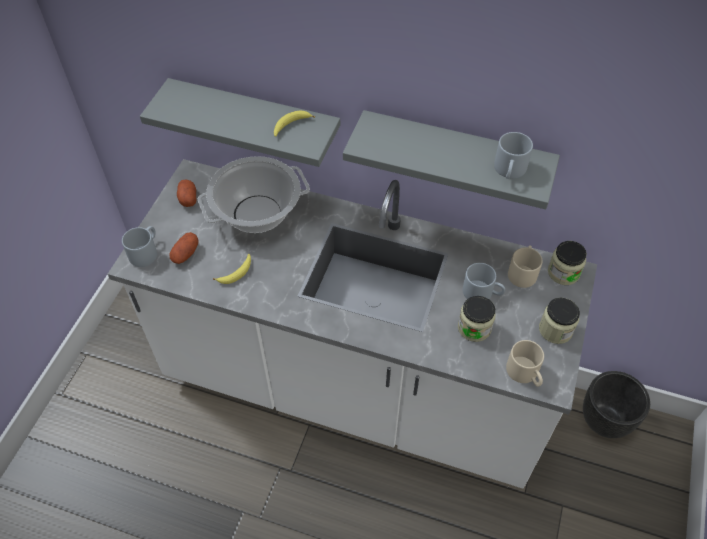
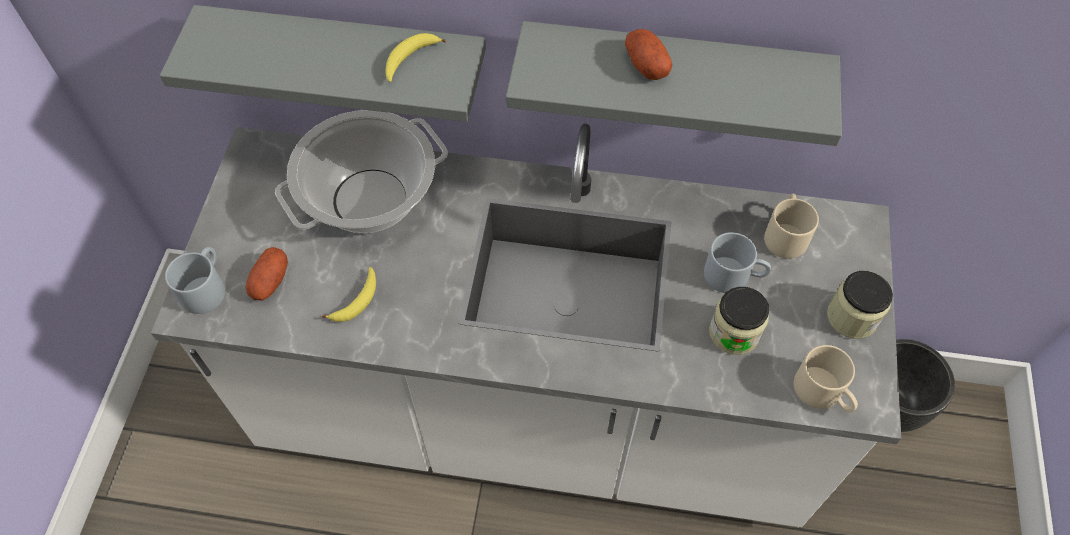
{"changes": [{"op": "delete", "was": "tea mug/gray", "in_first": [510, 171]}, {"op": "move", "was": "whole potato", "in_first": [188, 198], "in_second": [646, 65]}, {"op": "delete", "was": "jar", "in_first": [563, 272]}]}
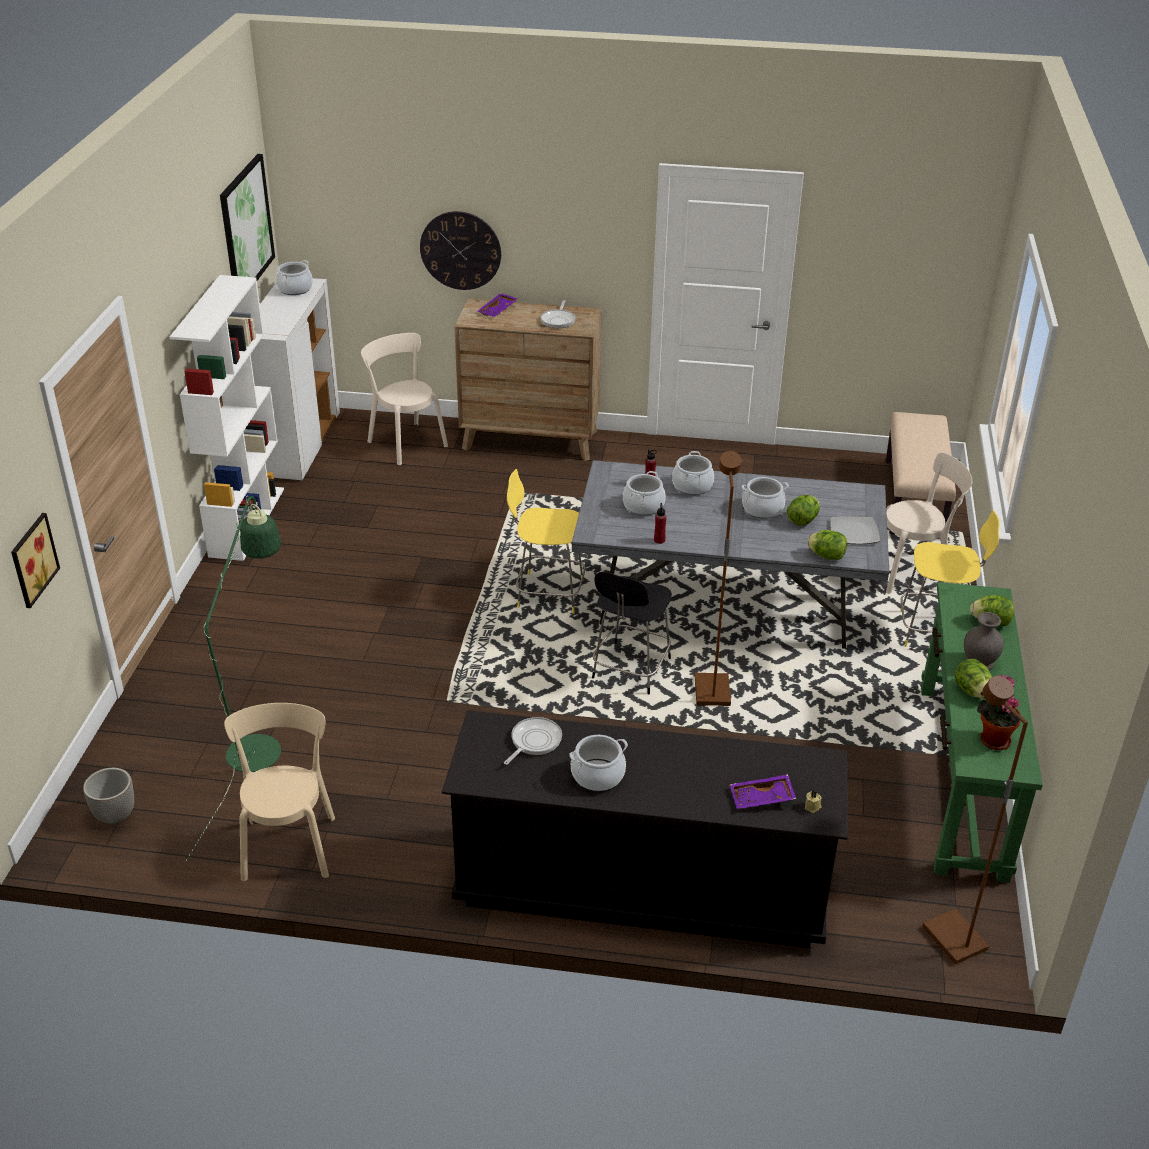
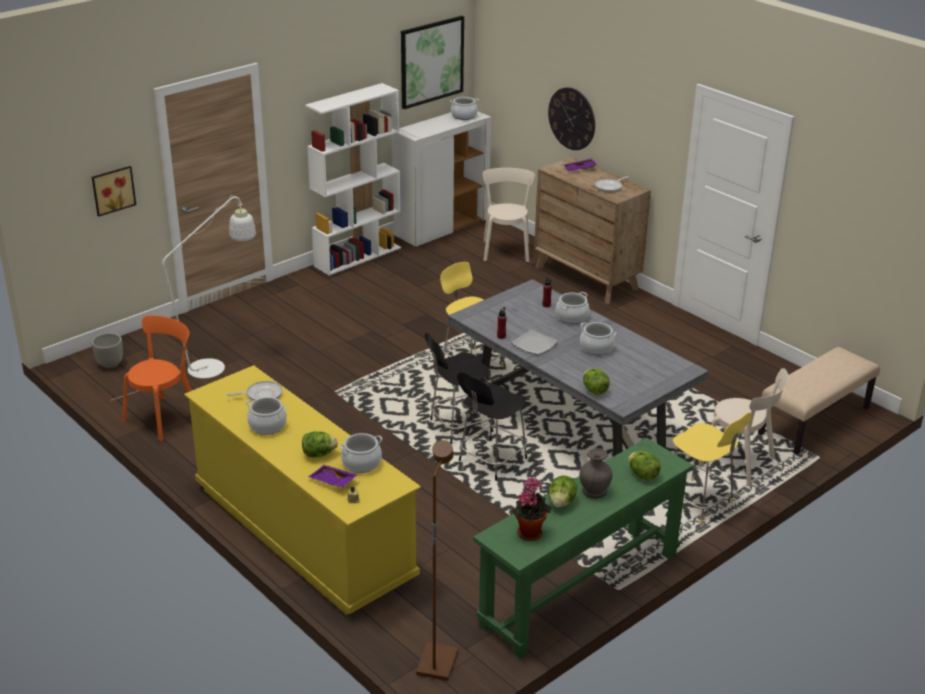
{"changes": [{"op": "replace", "was": "standing lamp/brown-coloured", "now": "stool seat/black-coloured", "in_first": [710, 691], "in_second": [491, 461]}, {"op": "move", "was": "cooking pot", "in_first": [643, 506], "in_second": [361, 463]}, {"op": "move", "was": "lettuce", "in_first": [802, 520], "in_second": [318, 454]}, {"op": "recolor", "was": "standing lamp/green", "now": "standing lamp/white", "in_first": [259, 743], "in_second": [215, 365]}, {"op": "move", "was": "plate", "in_first": [854, 532], "in_second": [535, 344]}, {"op": "recolor", "was": "upright chair/beige-coloured", "now": "upright chair/orange-coloured", "in_first": [289, 844], "in_second": [165, 417]}, {"op": "recolor", "was": "drawer chest/black-coloured", "now": "drawer chest/yellowish", "in_first": [641, 884], "in_second": [303, 532]}]}
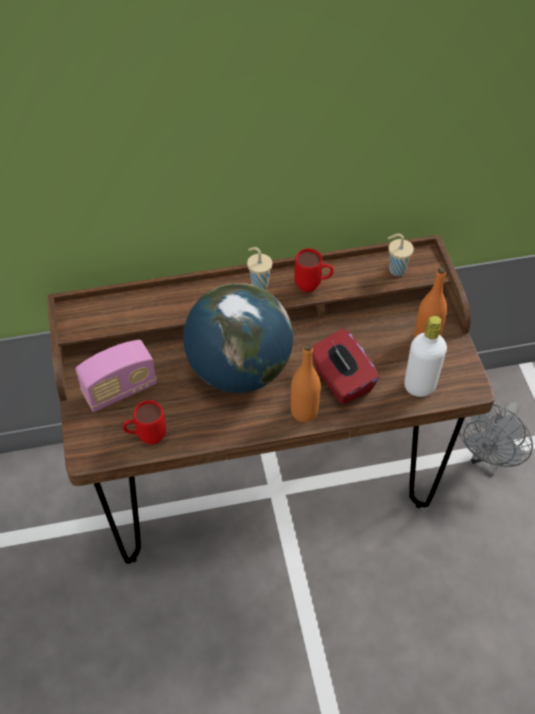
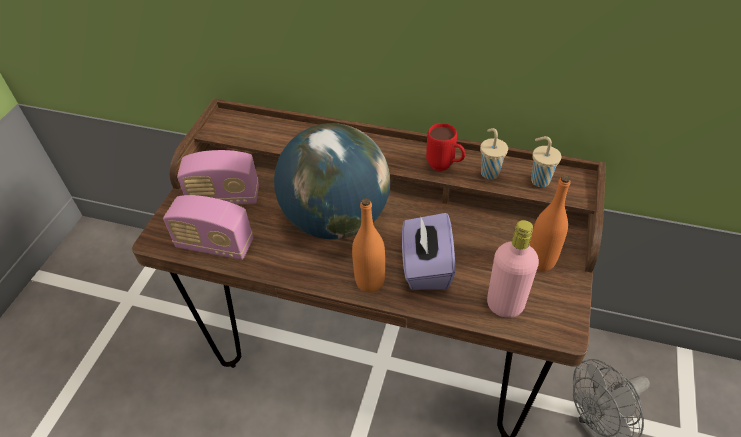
{"changes": [{"op": "move", "was": "small cup/beige-coloured", "in_first": [259, 284], "in_second": [489, 172]}, {"op": "recolor", "was": "bottle/white", "now": "bottle/pinkish", "in_first": [419, 386], "in_second": [505, 305]}, {"op": "recolor", "was": "tissue box/reddish", "now": "tissue box/purple", "in_first": [341, 380], "in_second": [426, 266]}, {"op": "replace", "was": "tea mug/reddish", "now": "radio receiver", "in_first": [146, 437], "in_second": [215, 245]}]}
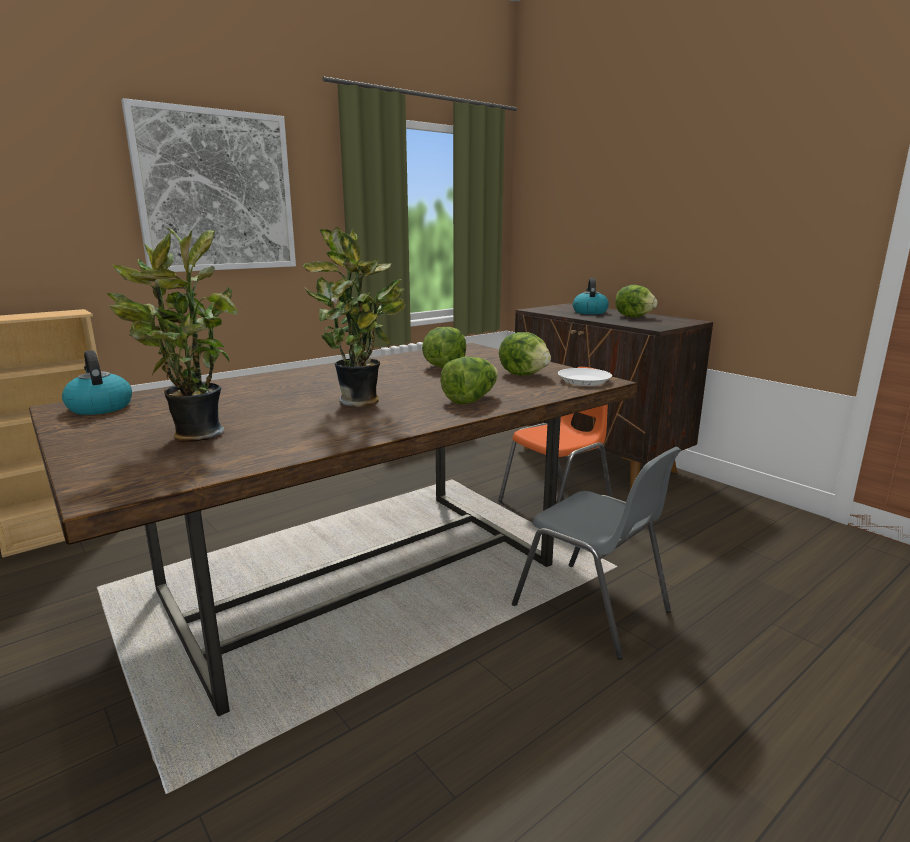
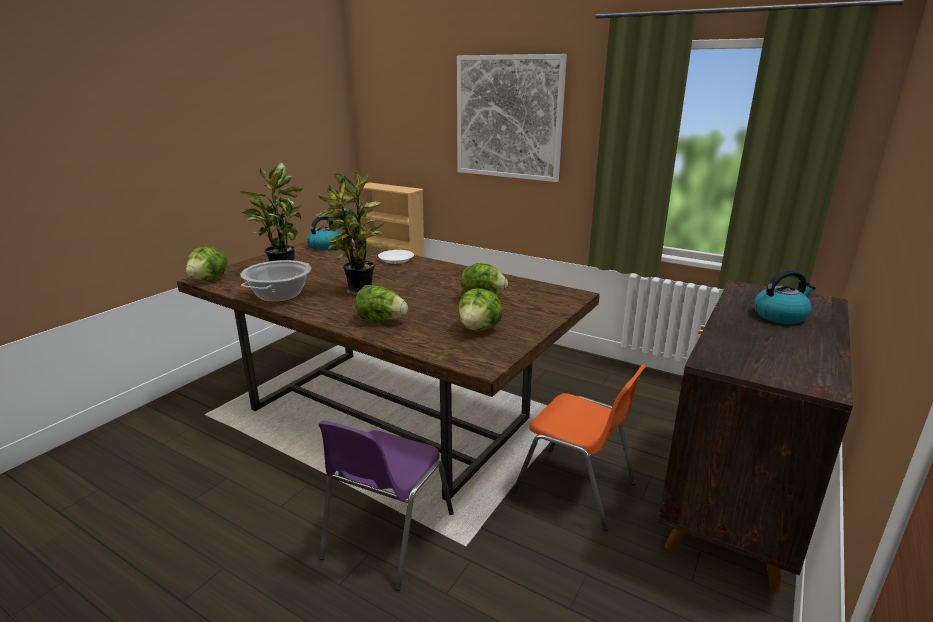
{"changes": [{"op": "move", "was": "lettuce", "in_first": [634, 317], "in_second": [210, 280]}, {"op": "move", "was": "plate/white", "in_first": [584, 381], "in_second": [396, 259]}, {"op": "recolor", "was": "upright chair/gray", "now": "upright chair/purple", "in_first": [593, 609], "in_second": [386, 536]}, {"op": "insert", "now": "cooking pot", "in_second": [279, 295]}]}
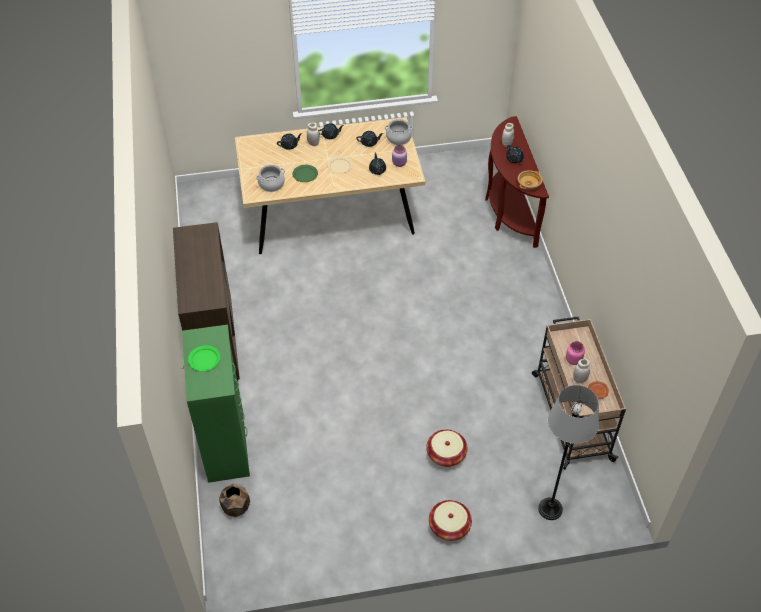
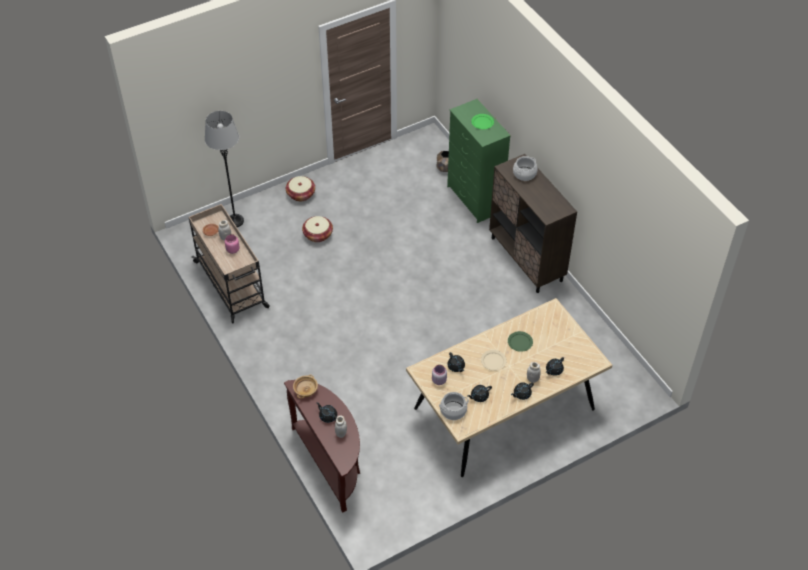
{"changes": [{"op": "move", "was": "cooking pot", "in_first": [271, 184], "in_second": [524, 173]}]}
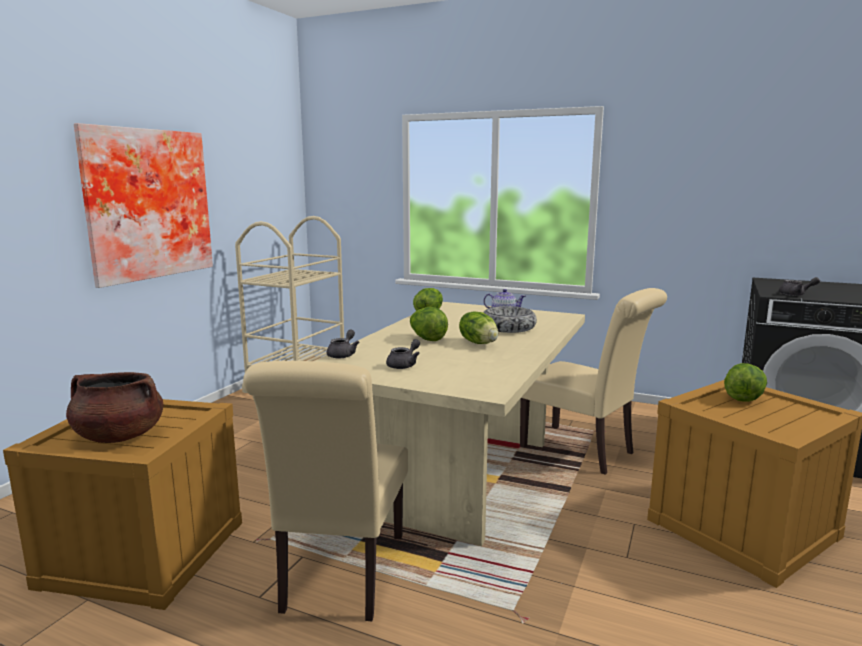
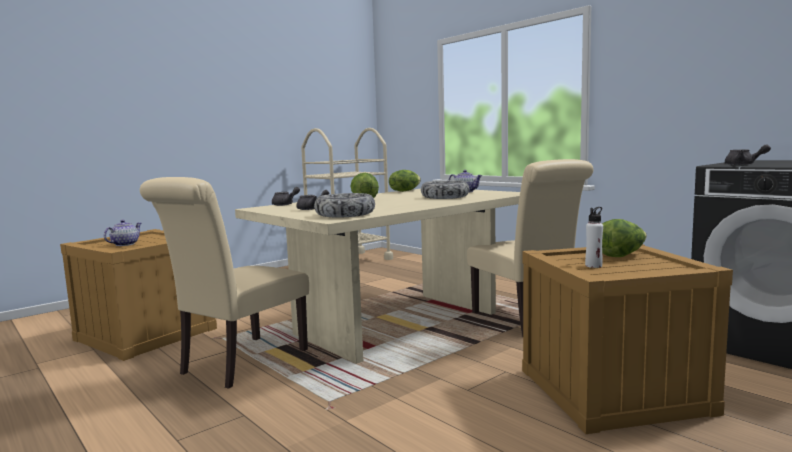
{"changes": [{"op": "delete", "was": "wall picture", "in_first": [146, 204]}, {"op": "delete", "was": "lettuce", "in_first": [479, 343]}, {"op": "replace", "was": "cooking pot/brown-coloured", "now": "teapot", "in_first": [119, 436], "in_second": [124, 244]}, {"op": "insert", "now": "serving bowl", "in_second": [345, 214]}, {"op": "insert", "now": "bottle/white", "in_second": [593, 266]}]}
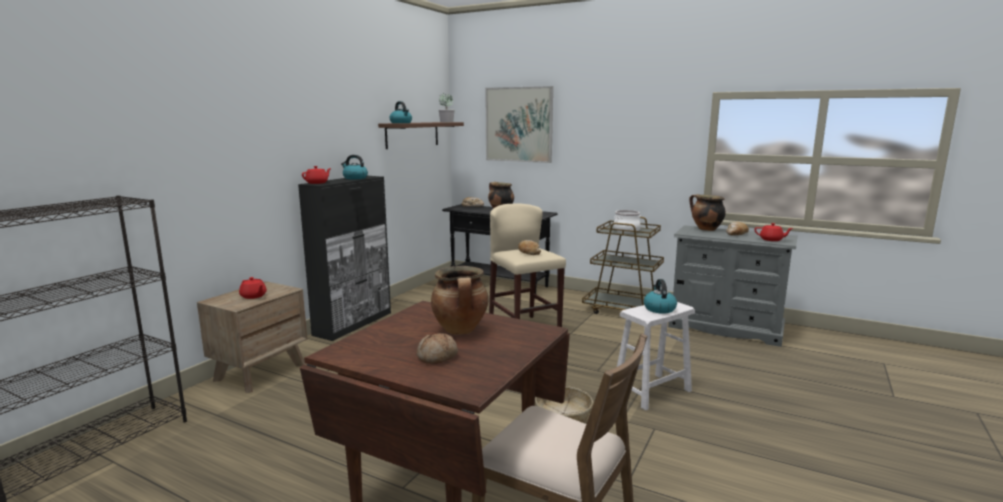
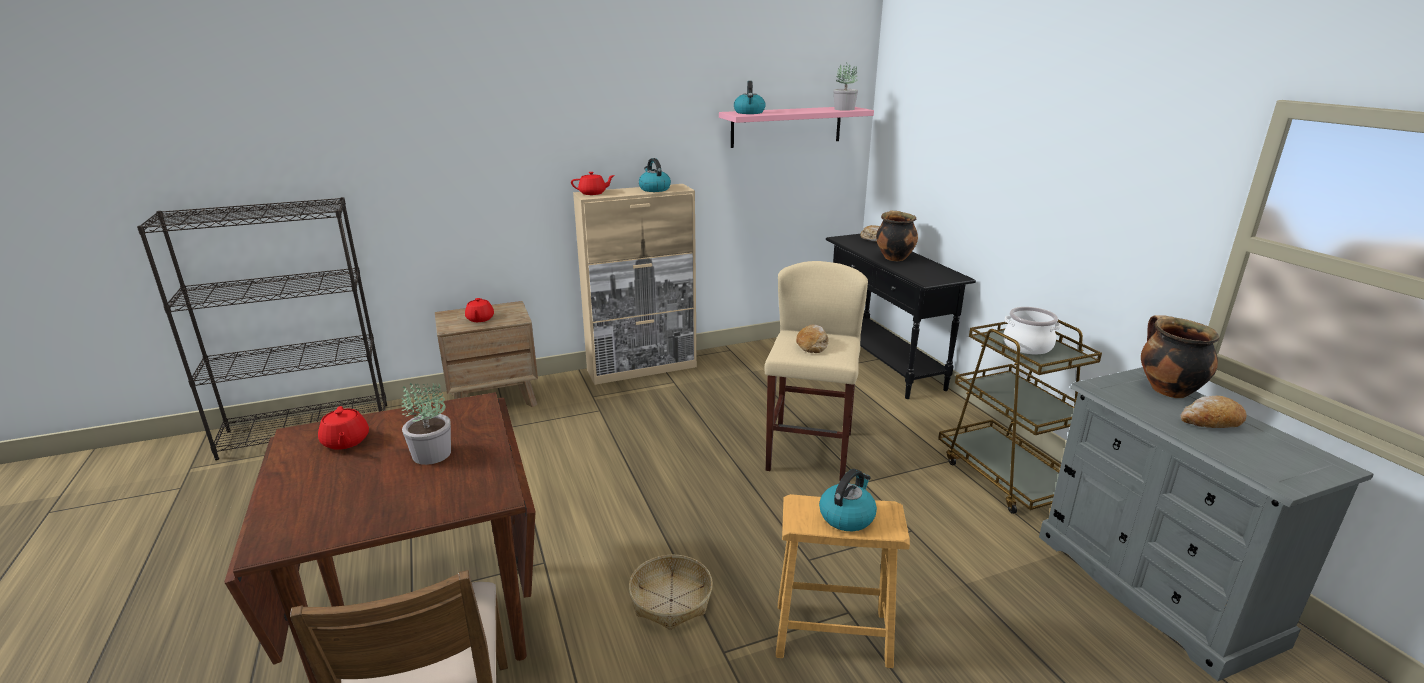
{"changes": [{"op": "delete", "was": "wall picture", "in_first": [519, 124]}, {"op": "recolor", "was": "wall shelf/brown-coloured", "now": "wall shelf/pinkish", "in_first": [412, 134], "in_second": [786, 126]}, {"op": "recolor", "was": "cupboard/black-coloured", "now": "cupboard/beige-coloured", "in_first": [353, 323], "in_second": [642, 368]}, {"op": "move", "was": "teapot/reddish", "in_first": [771, 240], "in_second": [345, 442]}, {"op": "replace", "was": "cooking pot", "now": "plant in a pot", "in_first": [461, 330], "in_second": [432, 454]}, {"op": "recolor", "was": "stool seat/white", "now": "stool seat/brown-coloured", "in_first": [652, 391], "in_second": [832, 634]}, {"op": "delete", "was": "bakery bread", "in_first": [437, 357]}]}
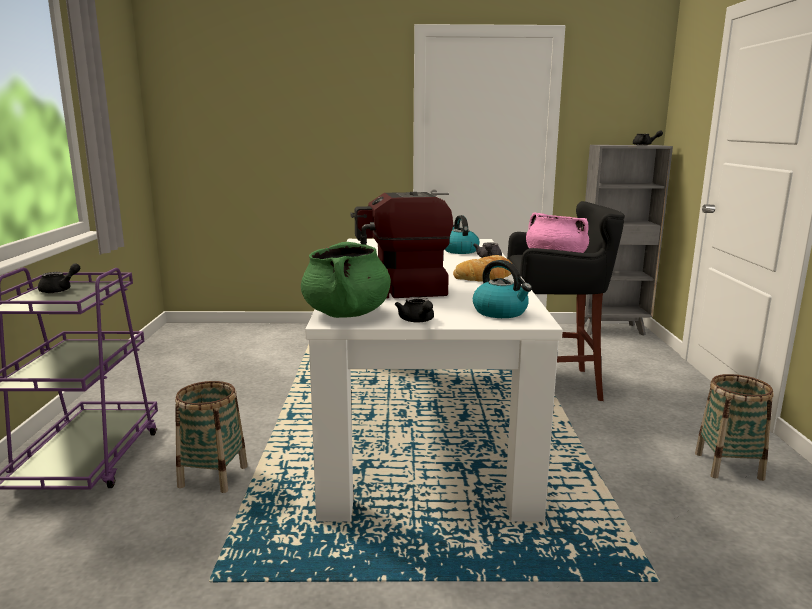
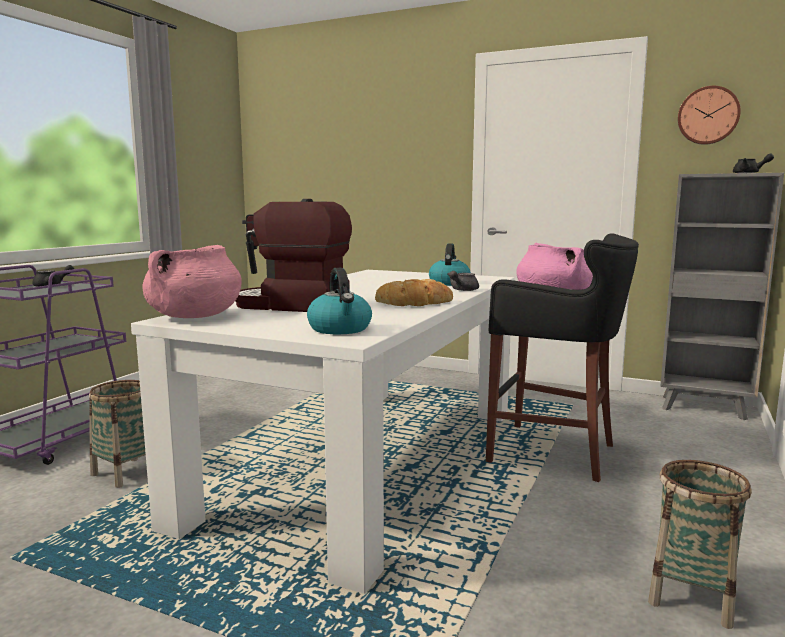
{"changes": [{"op": "recolor", "was": "cooking pot/green", "now": "cooking pot/pinkish", "in_first": [346, 314], "in_second": [195, 316]}, {"op": "delete", "was": "teapot/black-coloured", "in_first": [417, 321]}, {"op": "insert", "now": "hanging clock", "in_second": [708, 115]}]}
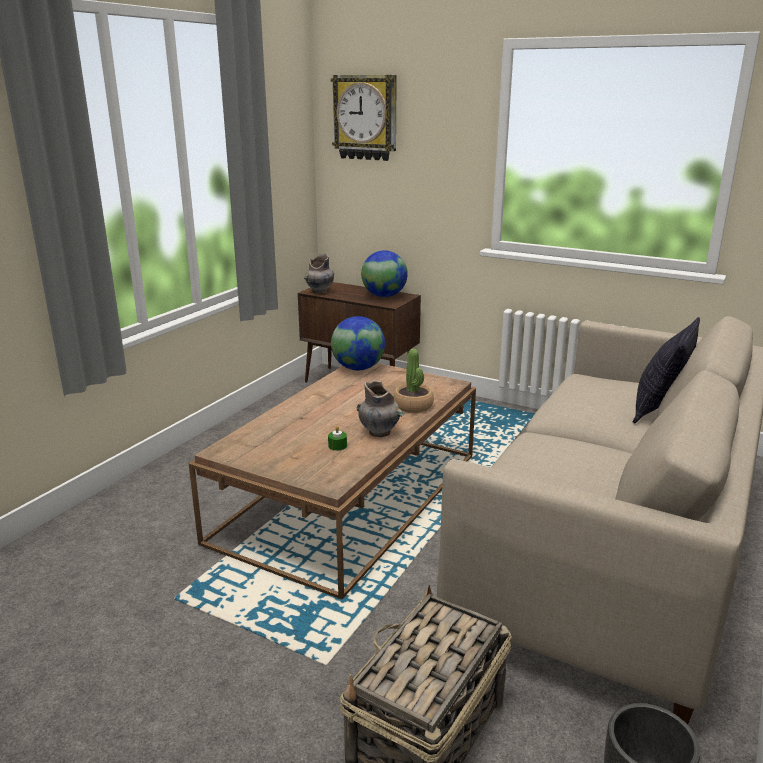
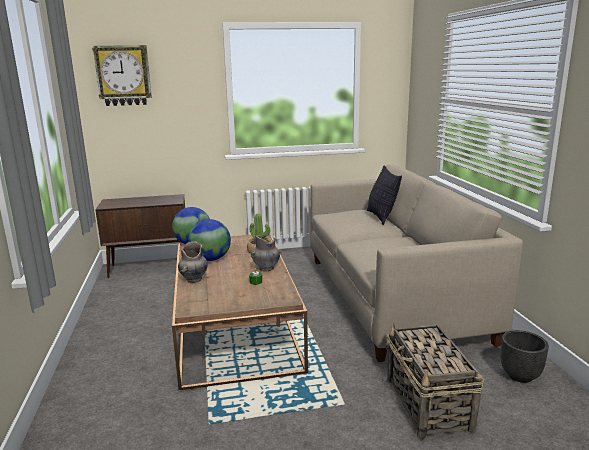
{"changes": [{"op": "move", "was": "world globe", "in_first": [384, 296], "in_second": [211, 259]}, {"op": "move", "was": "flower vase/gray", "in_first": [319, 292], "in_second": [193, 280]}]}
